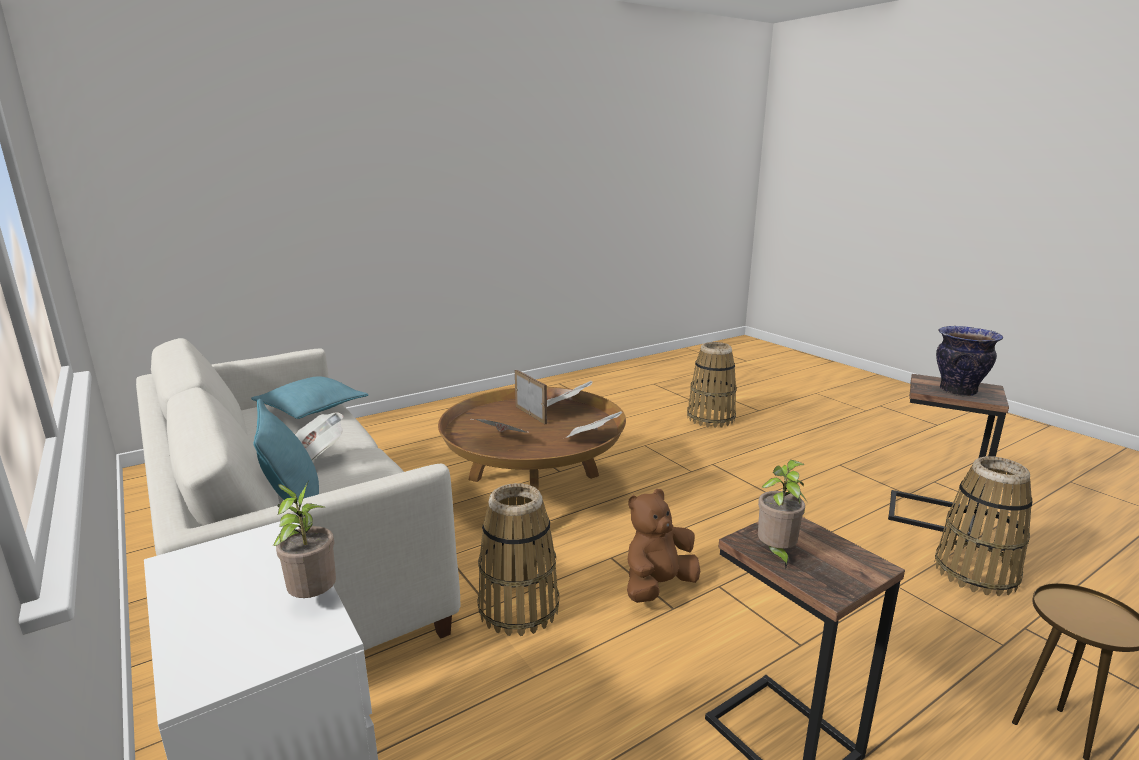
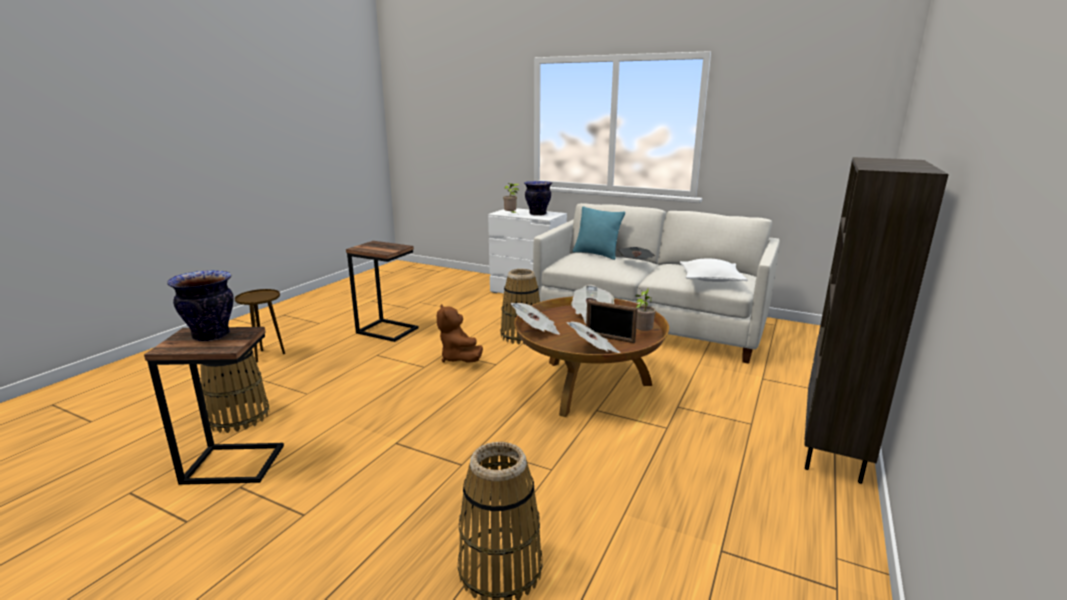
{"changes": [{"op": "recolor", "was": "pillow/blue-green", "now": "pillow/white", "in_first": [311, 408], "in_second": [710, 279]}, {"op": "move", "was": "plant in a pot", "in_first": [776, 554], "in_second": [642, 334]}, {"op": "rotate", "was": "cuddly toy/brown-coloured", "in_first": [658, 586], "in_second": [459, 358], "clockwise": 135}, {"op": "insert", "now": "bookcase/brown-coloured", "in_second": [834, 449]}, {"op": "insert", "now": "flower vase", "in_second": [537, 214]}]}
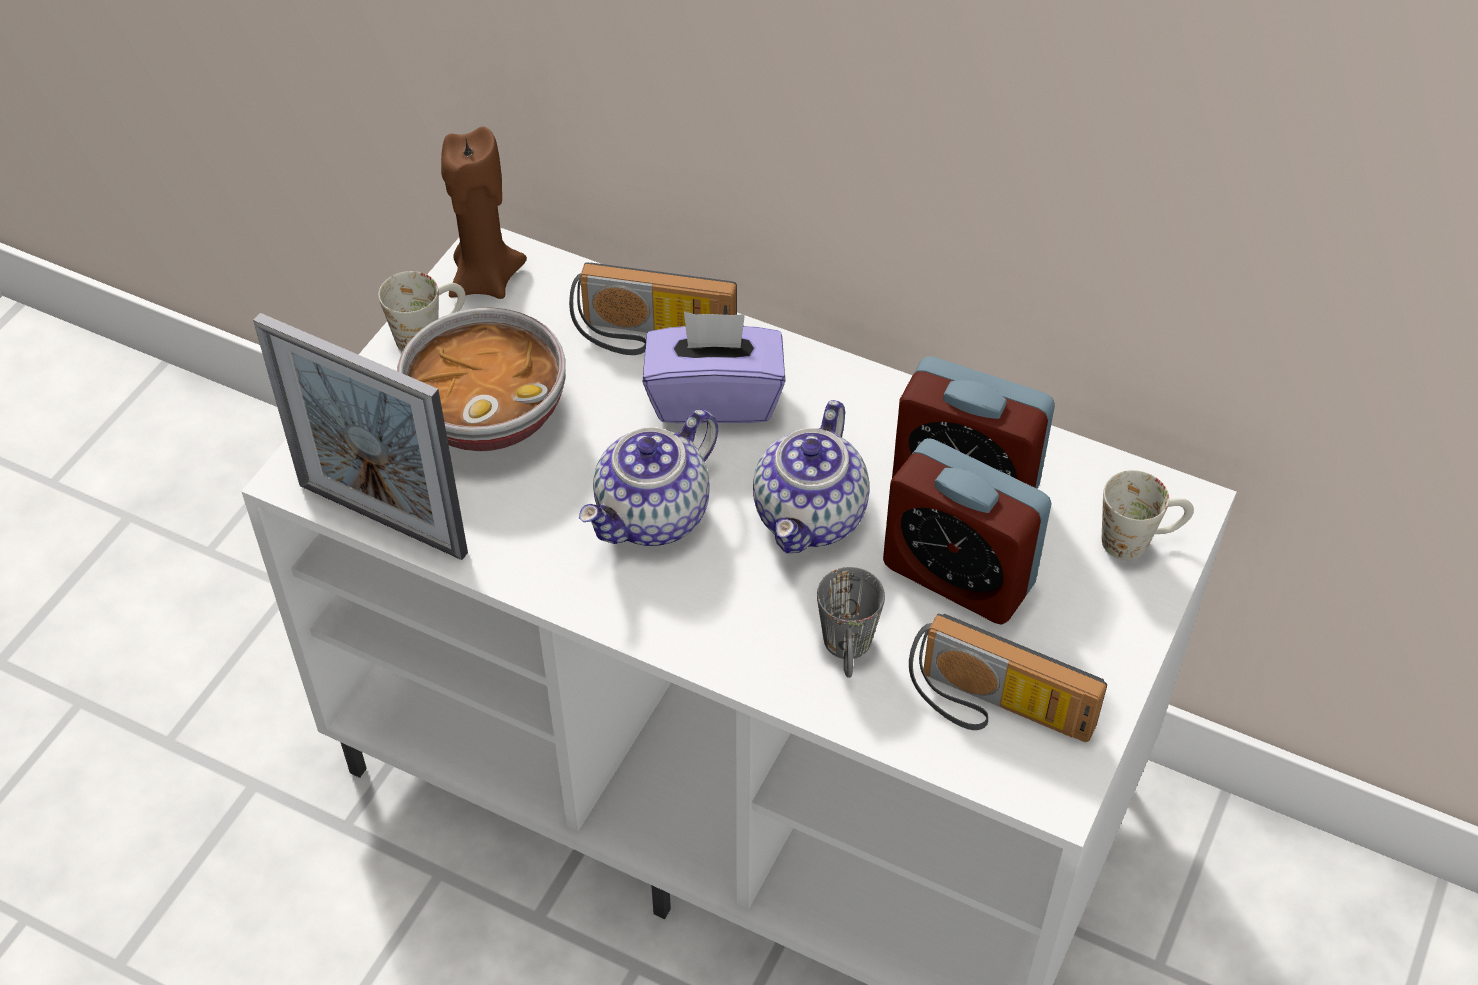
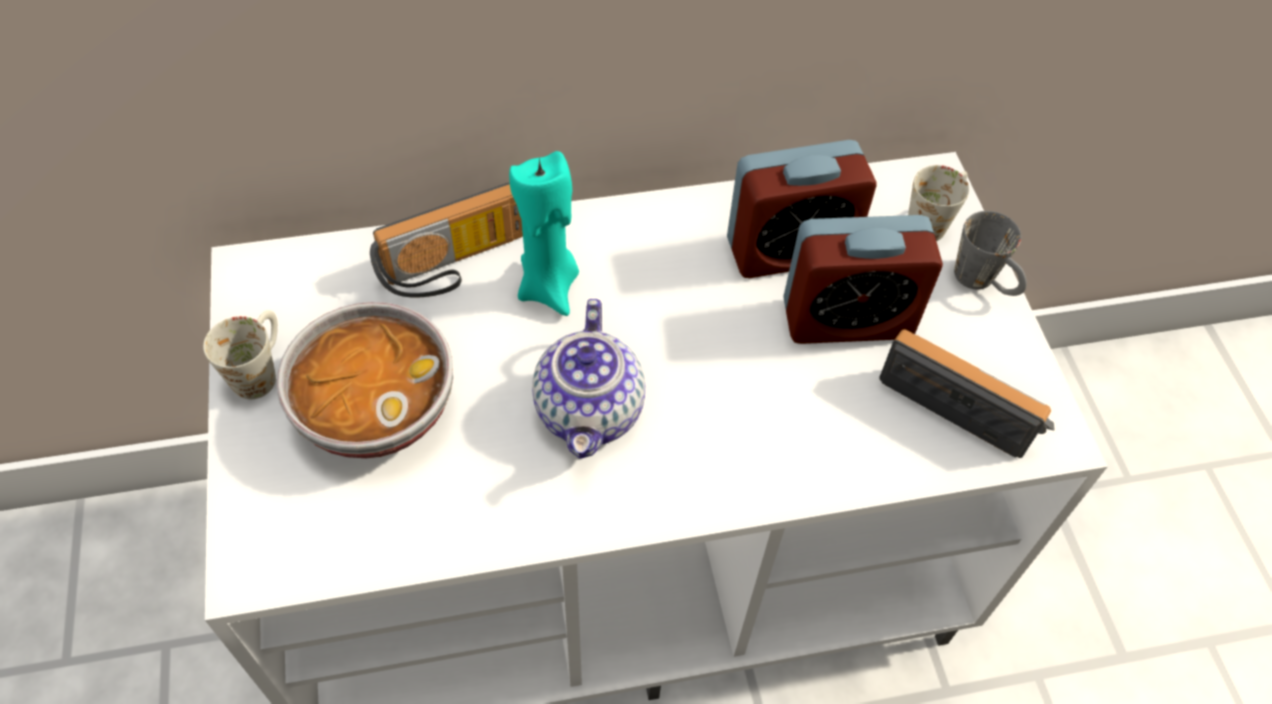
{"changes": [{"op": "delete", "was": "candle/brown-coloured", "in_first": [485, 280]}, {"op": "replace", "was": "tissue box/purple", "now": "candle/blue-green", "in_first": [714, 398], "in_second": [549, 287]}, {"op": "delete", "was": "picture frame", "in_first": [382, 519]}, {"op": "delete", "was": "teapot", "in_first": [811, 517]}, {"op": "move", "was": "tea mug/gray", "in_first": [848, 654], "in_second": [984, 283]}, {"op": "rotate", "was": "radio receiver", "in_first": [995, 710], "in_second": [964, 404], "clockwise": -135}]}
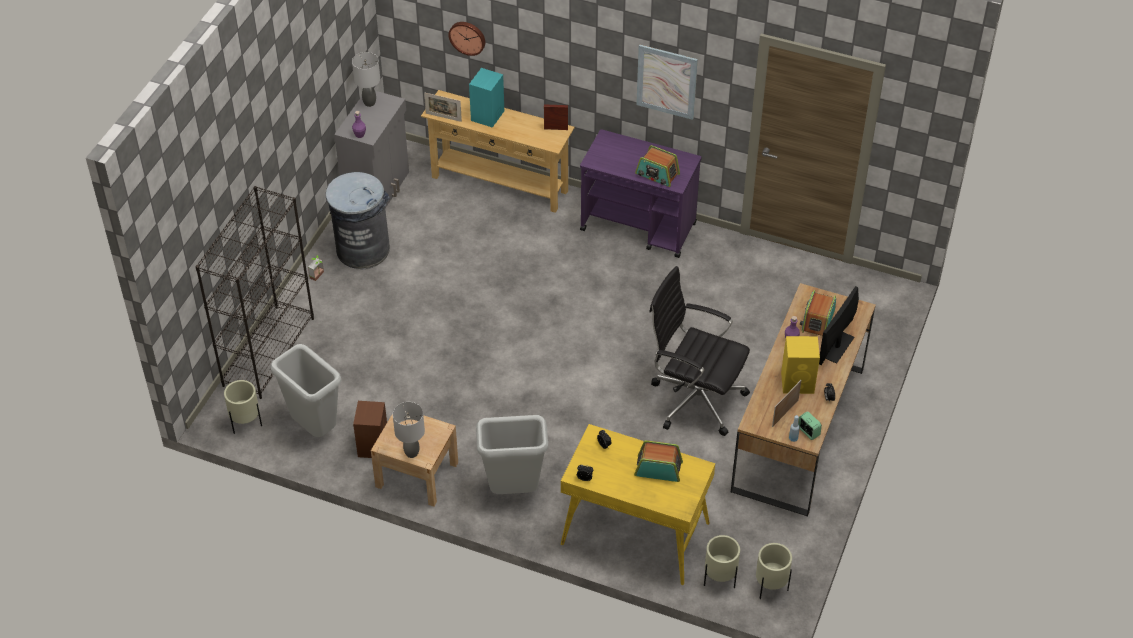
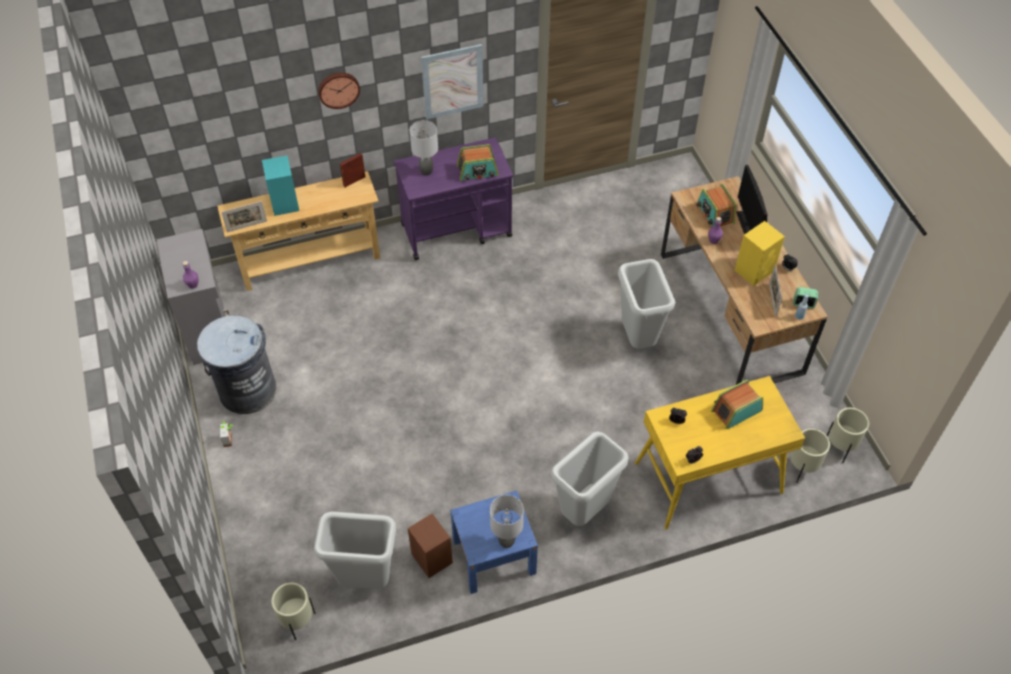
{"changes": [{"op": "move", "was": "hanging clock", "in_first": [467, 37], "in_second": [338, 89]}, {"op": "move", "was": "table lamp/gray", "in_first": [369, 103], "in_second": [426, 171]}, {"op": "delete", "was": "bookcase/black-coloured", "in_first": [268, 351]}, {"op": "replace", "was": "computer chair/black-coloured", "now": "rubbish bin/gray", "in_first": [694, 398], "in_second": [636, 338]}, {"op": "recolor", "was": "nightstand/beige-coloured", "now": "nightstand/blue-coloured", "in_first": [417, 474], "in_second": [494, 556]}]}
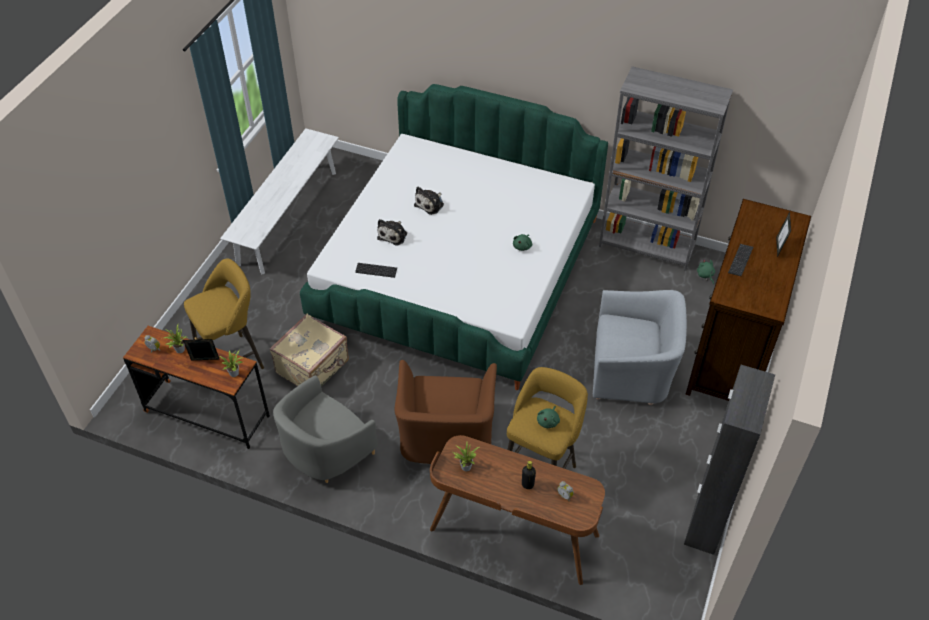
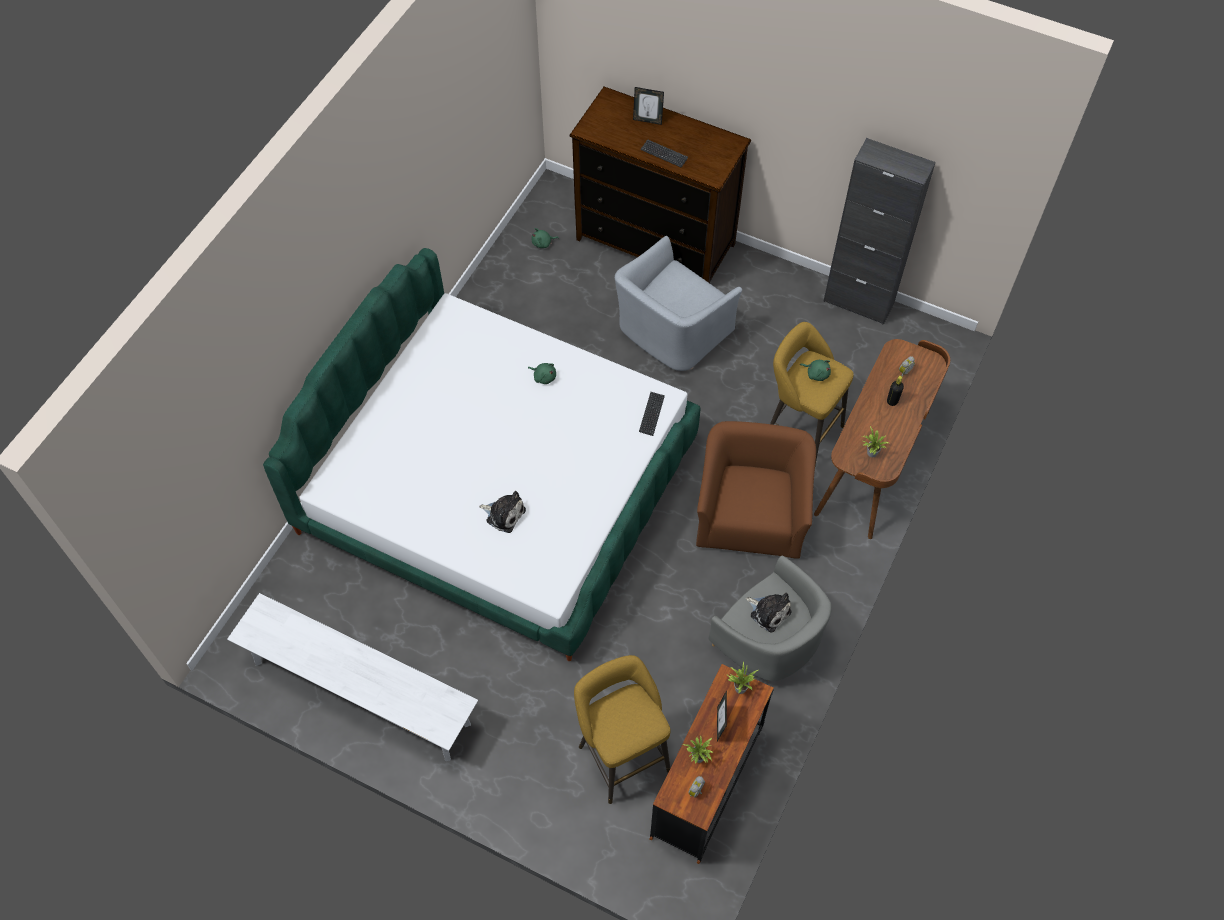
{"changes": [{"op": "delete", "was": "bookcase/gray", "in_first": [647, 246]}, {"op": "move", "was": "cuddly toy", "in_first": [430, 204], "in_second": [768, 612]}, {"op": "move", "was": "PC keyboard", "in_first": [376, 271], "in_second": [651, 414]}, {"op": "rotate", "was": "easy chair/gray", "in_first": [632, 370], "in_second": [672, 331], "clockwise": -150}, {"op": "delete", "was": "travel case/beige-coloured", "in_first": [313, 367]}, {"op": "rotate", "was": "easy chair/brown-coloured", "in_first": [446, 435], "in_second": [750, 515], "clockwise": -90}]}
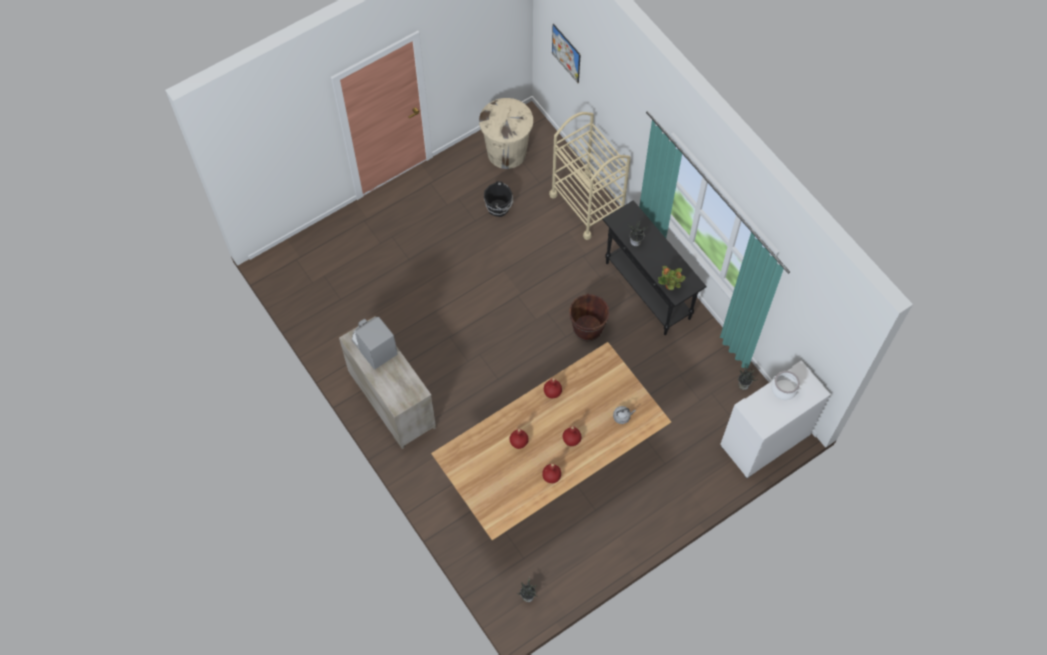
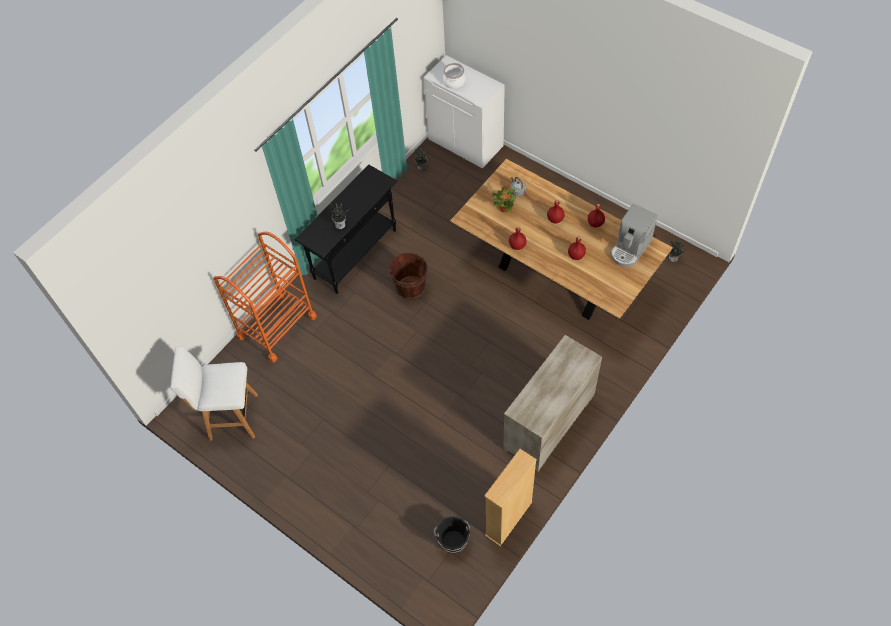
{"changes": [{"op": "delete", "was": "wall picture", "in_first": [566, 53]}, {"op": "replace", "was": "rubbish bin/beige-coloured", "now": "stool seat/white", "in_first": [507, 152], "in_second": [231, 417]}, {"op": "recolor", "was": "cart/beige-coloured", "now": "cart/orange-coloured", "in_first": [587, 205], "in_second": [276, 326]}, {"op": "move", "was": "pail/black-coloured", "in_first": [499, 207], "in_second": [453, 540]}, {"op": "move", "was": "plant in a pot", "in_first": [670, 286], "in_second": [504, 208]}, {"op": "move", "was": "coffee brewer", "in_first": [373, 346], "in_second": [630, 249]}, {"op": "insert", "now": "bookcase/beige-coloured", "in_second": [508, 519]}]}
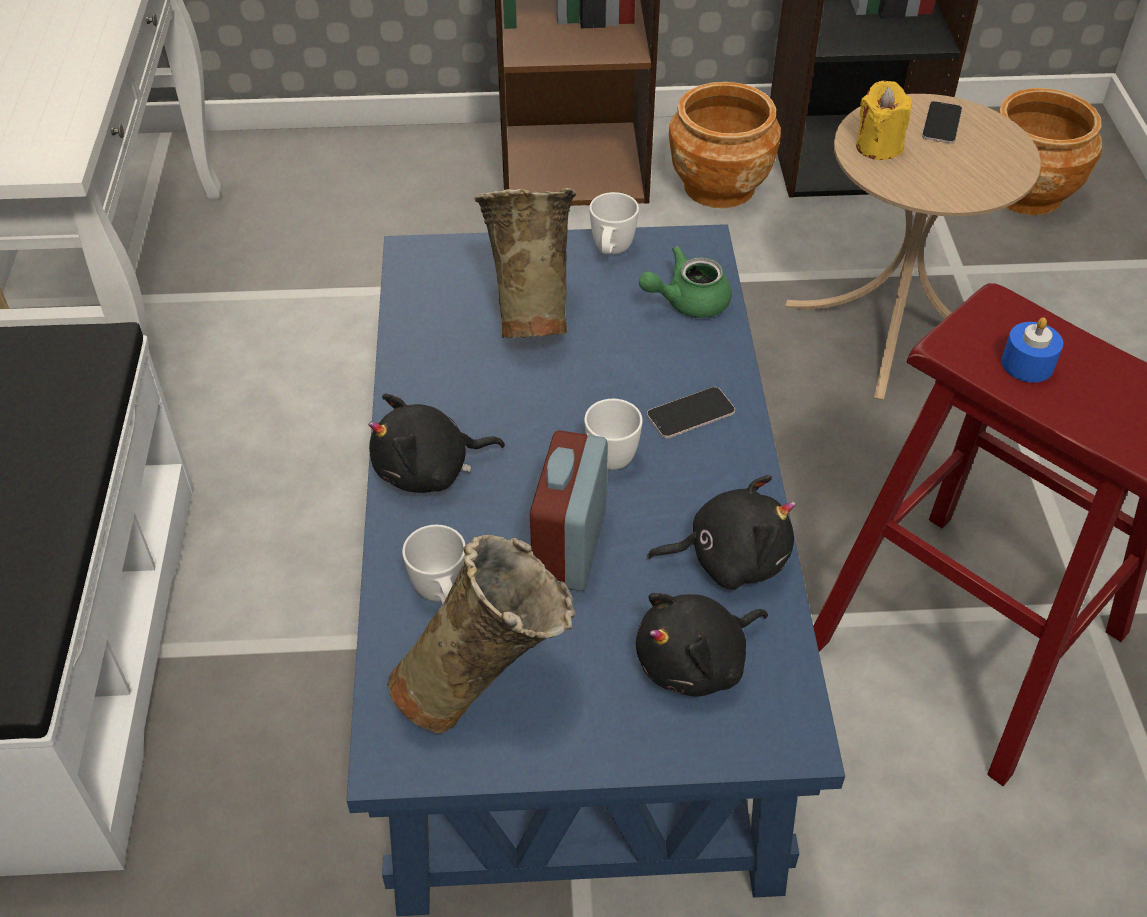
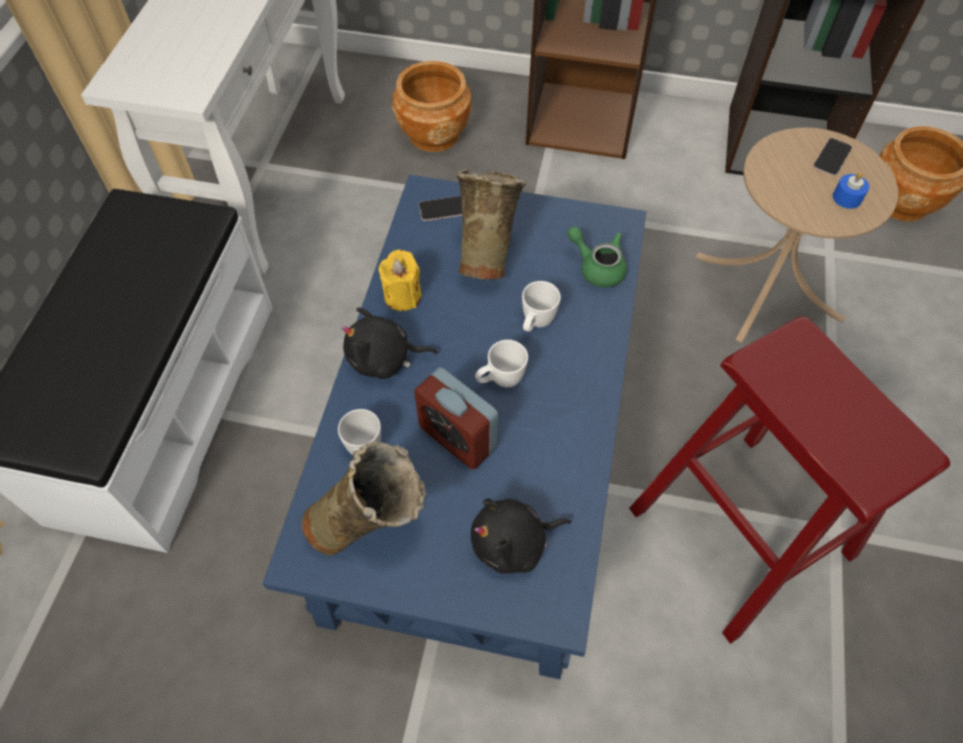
{"changes": [{"op": "move", "was": "candle/yellowish", "in_first": [878, 147], "in_second": [402, 296]}, {"op": "move", "was": "planter/brown-coloured", "in_first": [718, 186], "in_second": [433, 134]}, {"op": "move", "was": "tea mug/white", "in_first": [611, 252], "in_second": [535, 324]}, {"op": "rotate", "was": "teapot/green", "in_first": [687, 302], "in_second": [597, 267], "clockwise": 45}, {"op": "move", "was": "candle/blue-coloured", "in_first": [1027, 364], "in_second": [847, 198]}, {"op": "move", "was": "handset", "in_first": [690, 413], "in_second": [445, 209]}, {"op": "rotate", "was": "table clock", "in_first": [569, 546], "in_second": [457, 437], "clockwise": -75}, {"op": "delete", "was": "cuddly toy/black-coloured", "in_first": [730, 558]}]}
